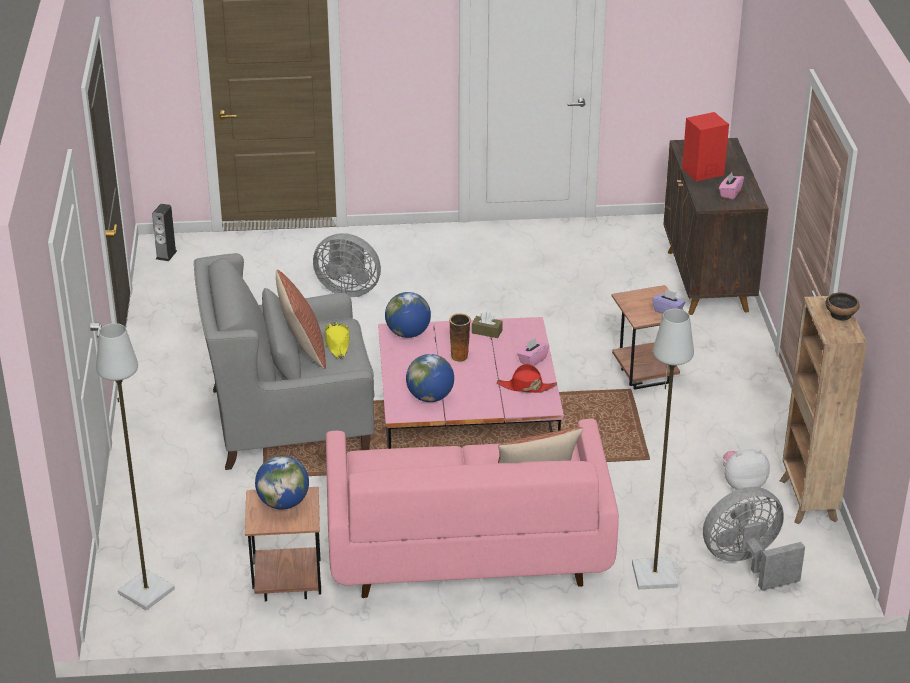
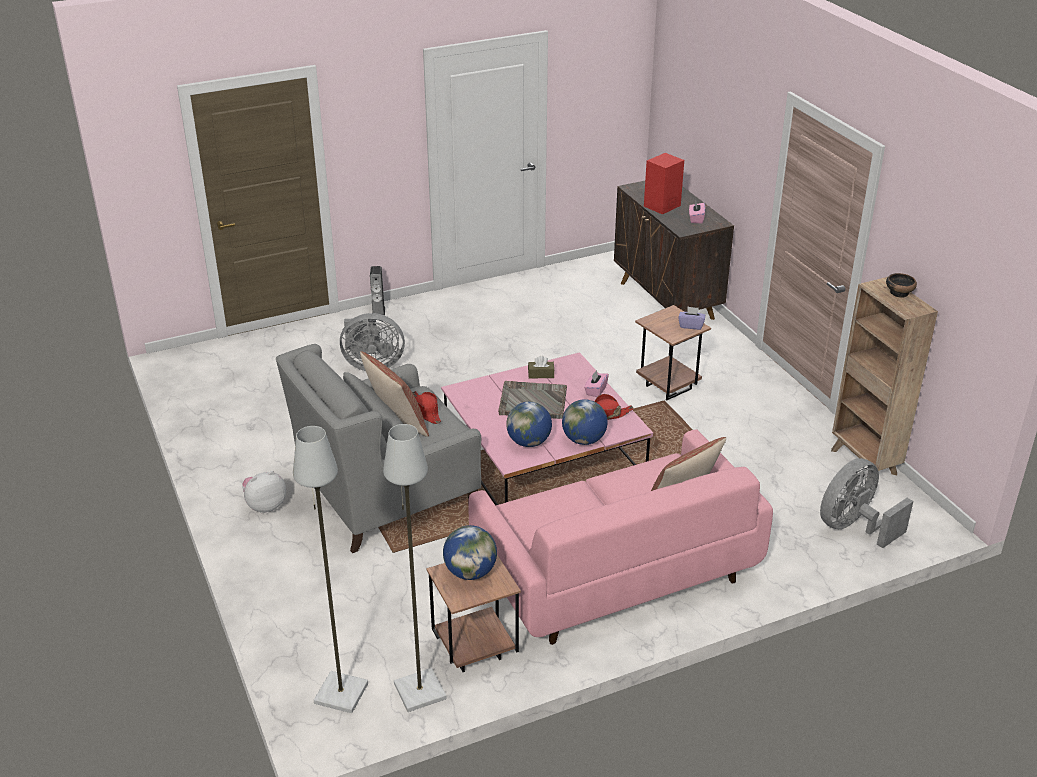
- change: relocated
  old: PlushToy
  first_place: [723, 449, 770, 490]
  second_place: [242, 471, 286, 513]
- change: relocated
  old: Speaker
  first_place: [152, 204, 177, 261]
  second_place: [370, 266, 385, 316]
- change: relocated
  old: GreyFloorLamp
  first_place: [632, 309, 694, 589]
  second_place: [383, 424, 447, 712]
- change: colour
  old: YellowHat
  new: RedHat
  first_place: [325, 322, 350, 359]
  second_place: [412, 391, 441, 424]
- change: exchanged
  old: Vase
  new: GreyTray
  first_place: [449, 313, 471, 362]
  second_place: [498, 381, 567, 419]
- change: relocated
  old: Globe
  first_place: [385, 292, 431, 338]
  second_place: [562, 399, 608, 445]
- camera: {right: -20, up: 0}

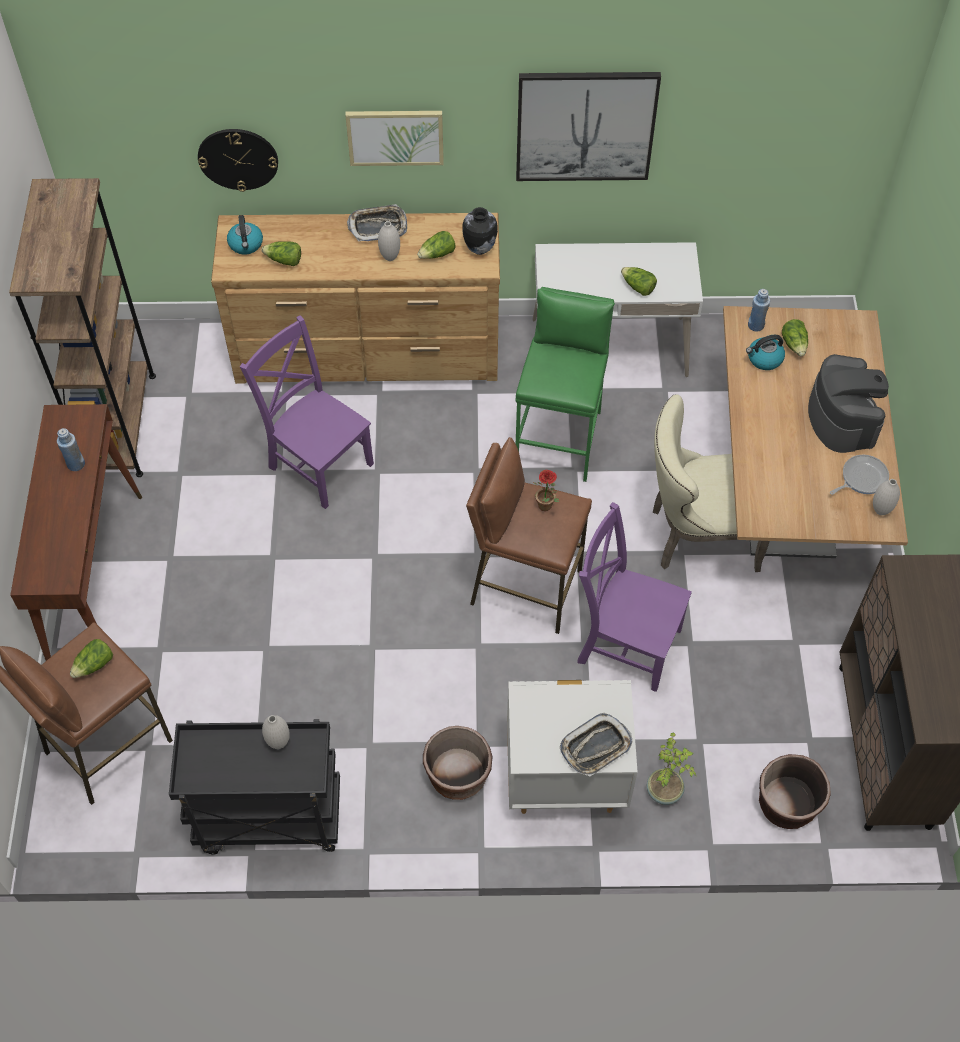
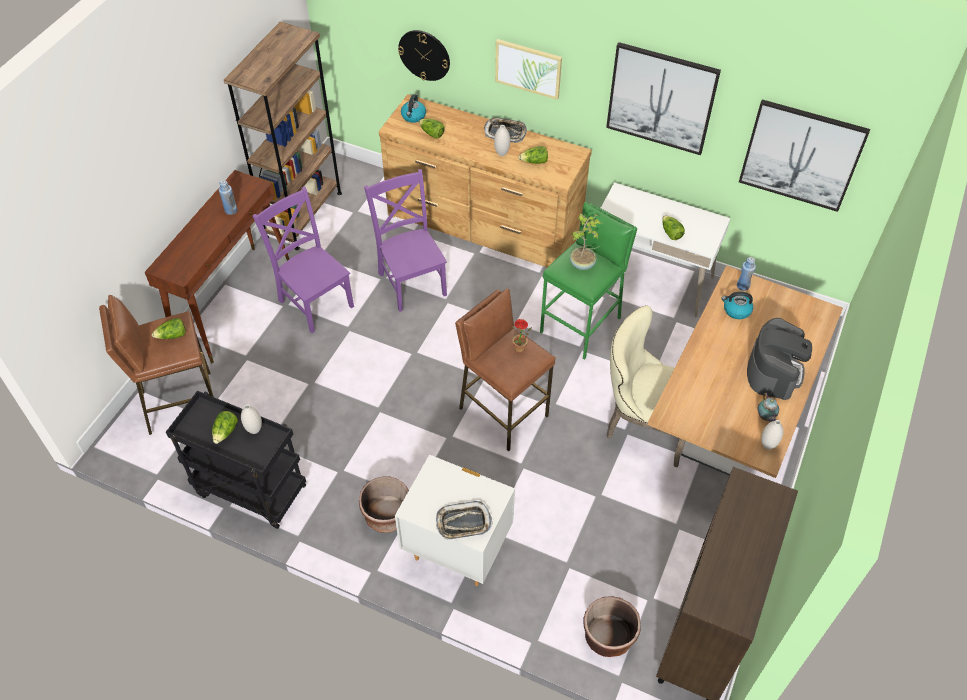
- change: relocated
  old: Lettuce
  first_place: [782, 319, 808, 356]
  second_place: [212, 411, 238, 444]
- change: relocated
  old: PurpleChair
  first_place: [577, 502, 692, 692]
  second_place: [253, 186, 354, 333]
- change: relocated
  old: PottedPlant
  first_place: [647, 732, 696, 805]
  second_place: [570, 214, 602, 270]
- change: appeared
  new: Picture
  second_place: [739, 99, 870, 212]
- change: exchanged
  old: FryingPan
  new: Teapot
  first_place: [830, 455, 889, 495]
  second_place: [758, 393, 779, 422]
- change: missing
  old: Vase
  first_place: [462, 207, 498, 255]
- camera: {right: 25, up: -5}

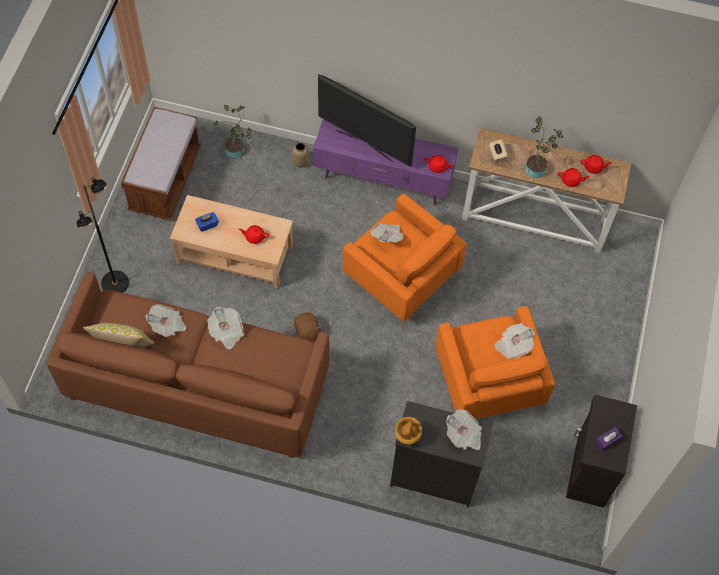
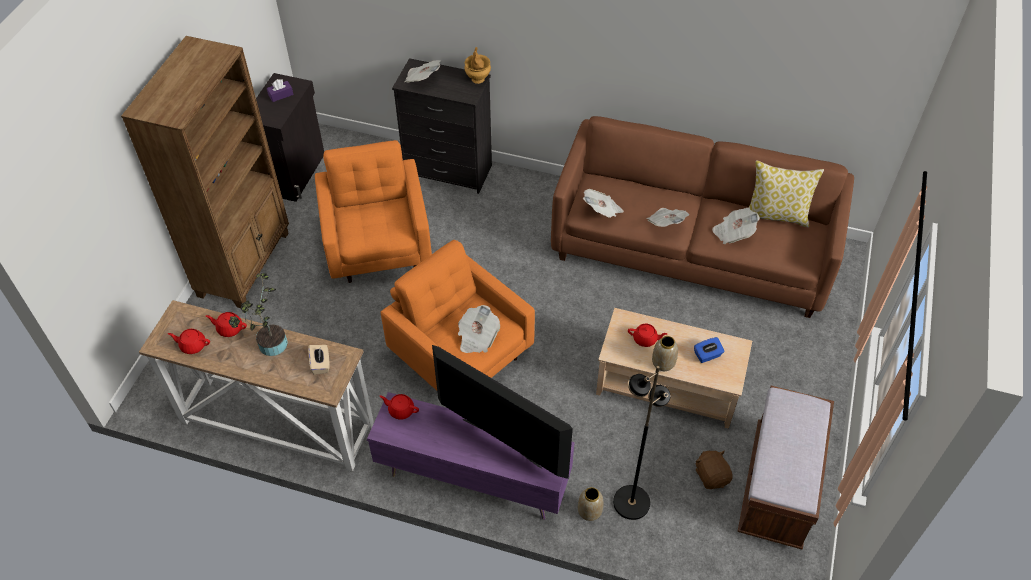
- change: appeared
  new: BrownBookcase
  second_place: [121, 36, 289, 308]
- change: relocated
  old: Newspaper
  first_place: [494, 323, 535, 359]
  second_place: [583, 189, 624, 218]
- change: relocated
  old: BlackFloorLamp
  first_place: [77, 177, 129, 293]
  second_place: [613, 366, 670, 520]
- change: appeared
  new: Vase
  second_place: [652, 336, 678, 371]
- change: relocated
  old: BrownPlushToy
  first_place: [294, 312, 321, 342]
  second_place: [695, 451, 733, 489]
- change: missing
  old: PottedPlant
  first_place: [213, 105, 252, 158]
- camera: {right: -175, up: -10}

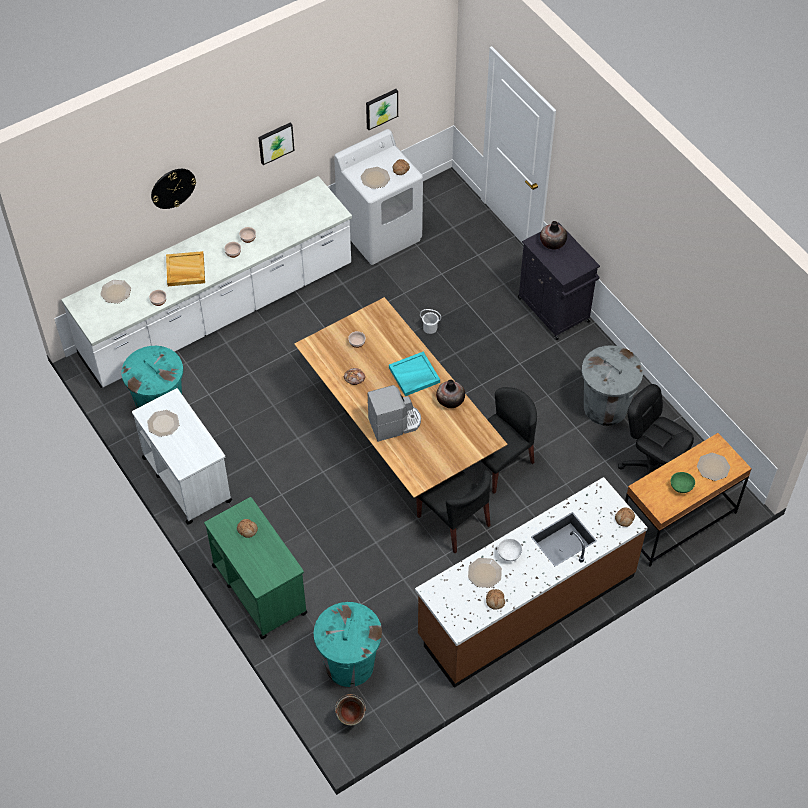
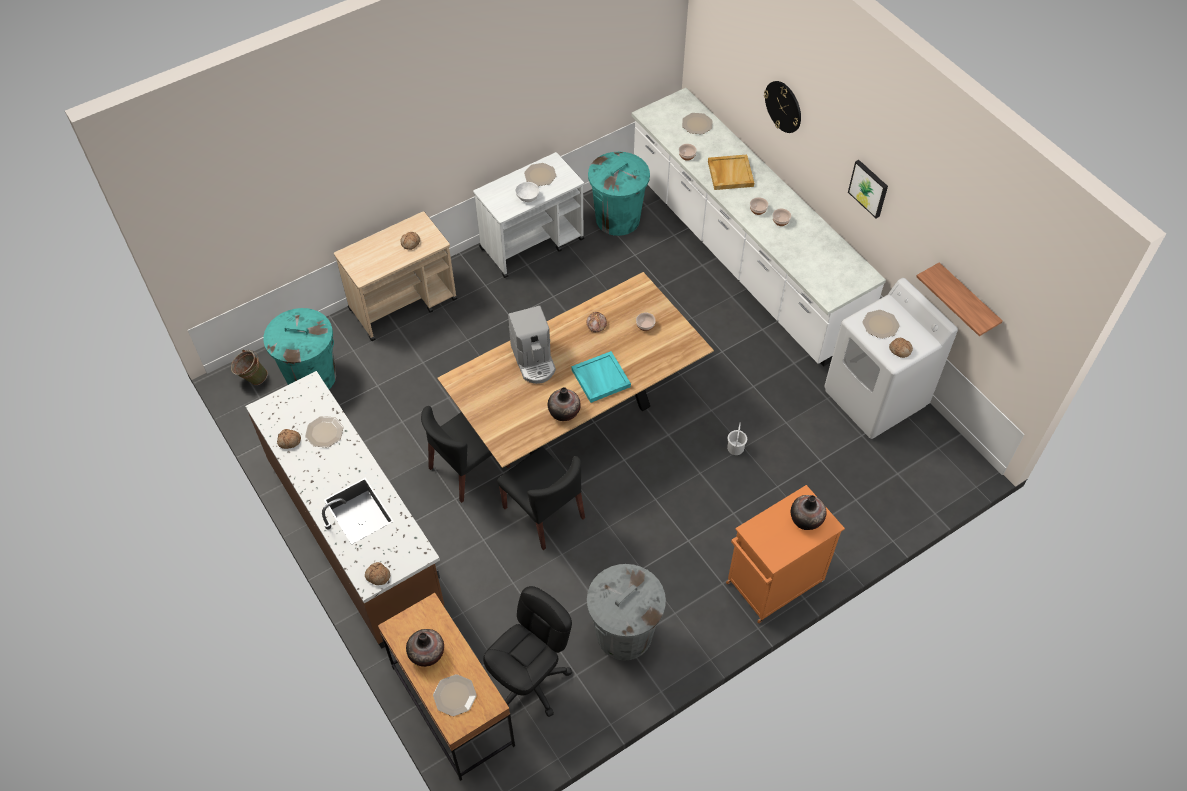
- change: colour
  old: GreenCart
  new: BeigeCart
  first_place: [204, 497, 307, 639]
  second_place: [334, 211, 457, 341]
- change: exchanged
  old: GreenBowl
  new: Vase
  first_place: [671, 472, 695, 493]
  second_place: [406, 629, 444, 667]
- change: relocated
  old: WhiteBowl
  first_place: [497, 538, 522, 562]
  second_place: [515, 182, 539, 202]
- change: colour
  old: BlackCabinet
  new: OrangeCabinet
  first_place: [518, 222, 600, 340]
  second_place: [726, 485, 845, 623]
- change: exchanged
  old: Picture
  new: Shelf
  first_place: [366, 89, 398, 130]
  second_place: [916, 262, 1003, 336]
- camera: {right: 90, up: 0}

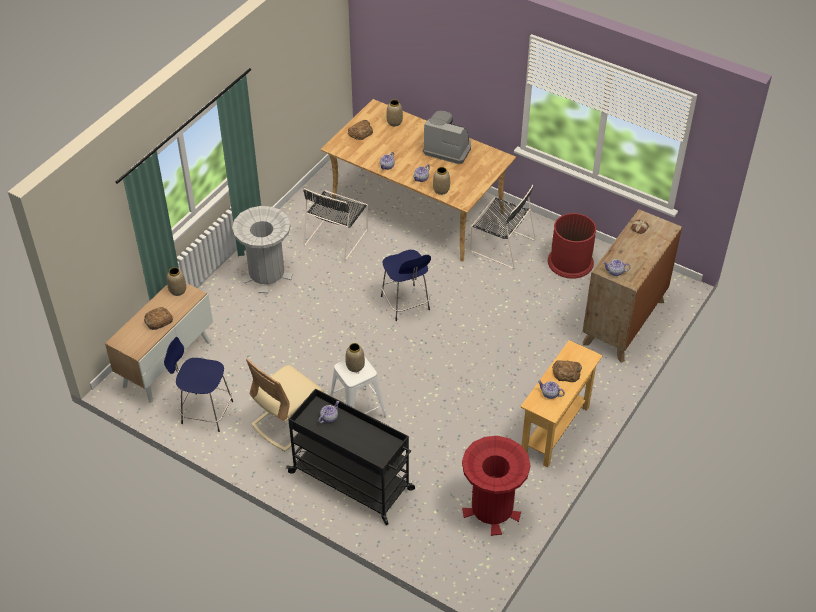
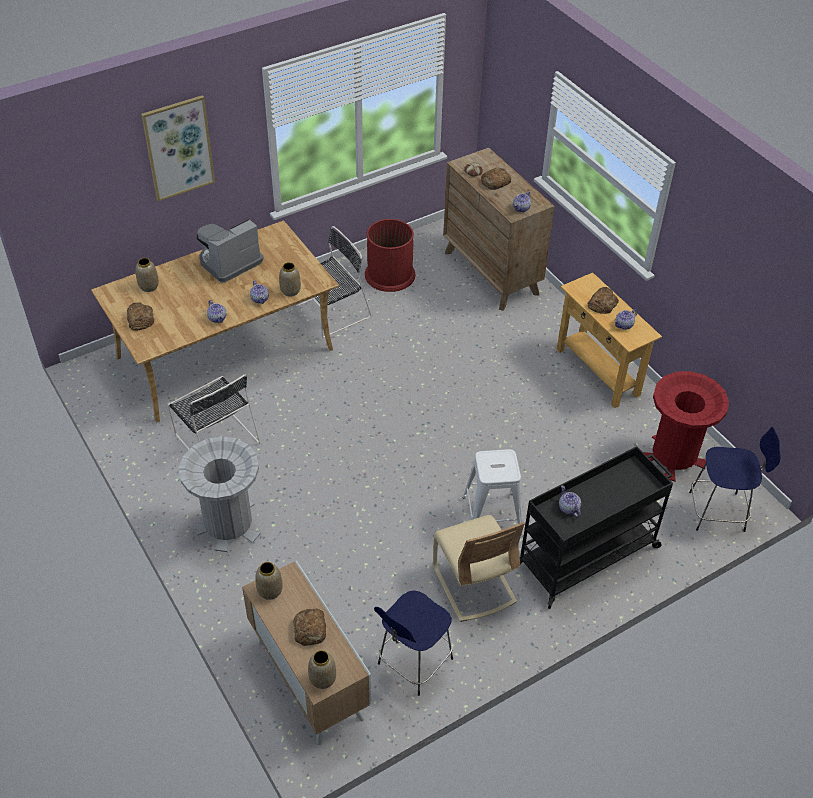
- change: appeared
  new: Picture
  second_place: [141, 95, 215, 201]
- change: relocated
  old: Vase
  first_place: [345, 343, 365, 372]
  second_place: [308, 650, 336, 689]
- change: appeared
  new: Bread
  second_place: [481, 168, 511, 190]
- change: relocated
  old: BlueStool
  first_place: [381, 250, 431, 321]
  second_place: [689, 427, 781, 532]
- camera: {right: -65, up: 0}

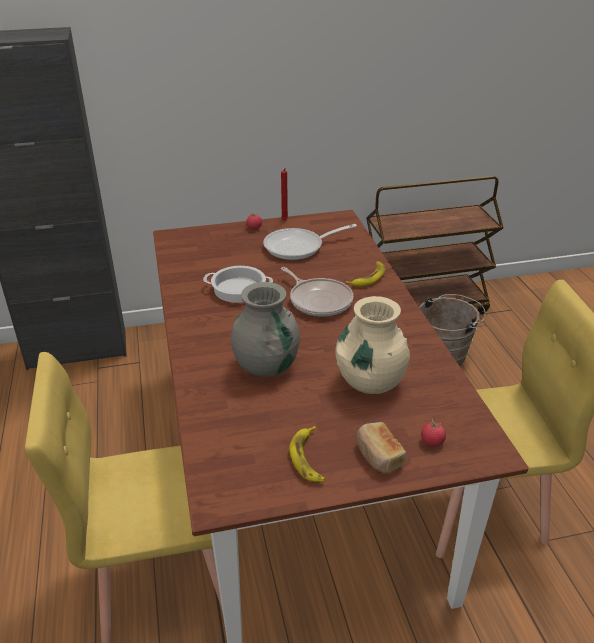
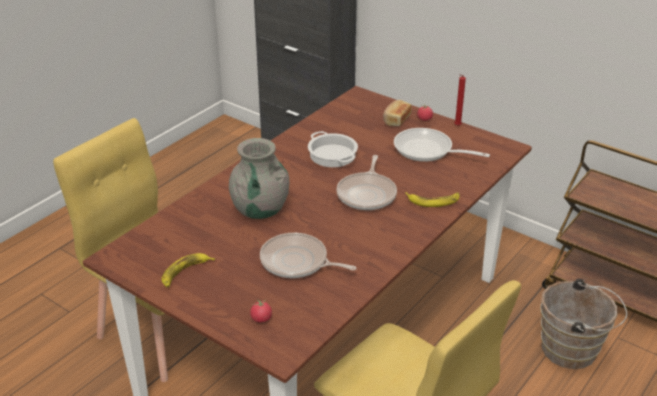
- change: exchanged
  old: BeigeVase
  new: FryingPan
  first_place: [335, 296, 410, 394]
  second_place: [260, 233, 357, 278]
- change: relocated
  old: Bread
  first_place: [357, 422, 406, 473]
  second_place: [383, 100, 412, 126]
- camera: {right: 50, up: 0}

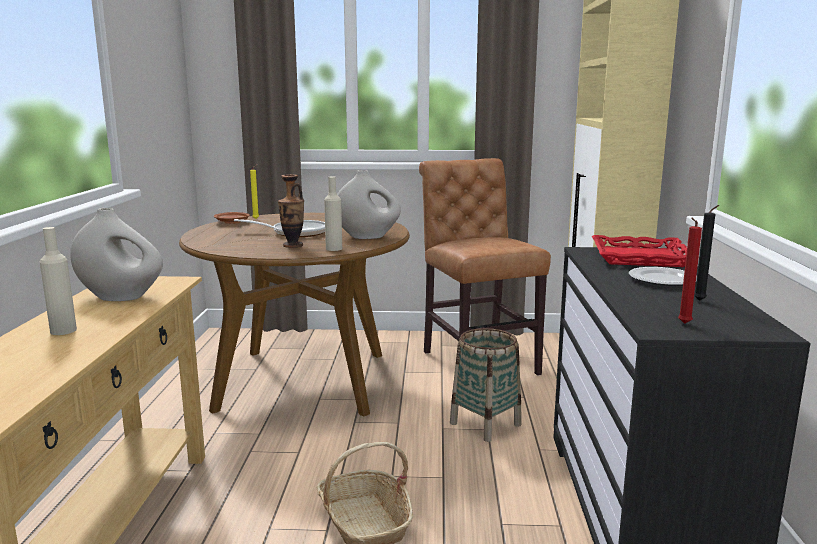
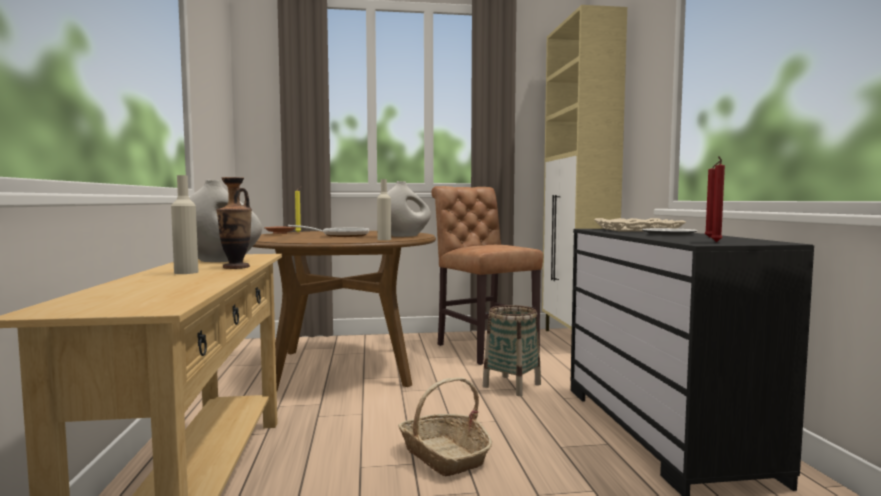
- change: relocated
  old: Vase
  first_place: [278, 174, 304, 248]
  second_place: [216, 177, 252, 269]
- change: colour
  old: RedTray
  new: BeigeTray
  first_place: [592, 235, 687, 267]
  second_place: [594, 218, 686, 232]
- change: colour
  old: BlackCandle
  new: RedCandle
  first_place: [694, 205, 719, 301]
  second_place: [705, 161, 720, 238]
- camera: {right: -10, up: -10}

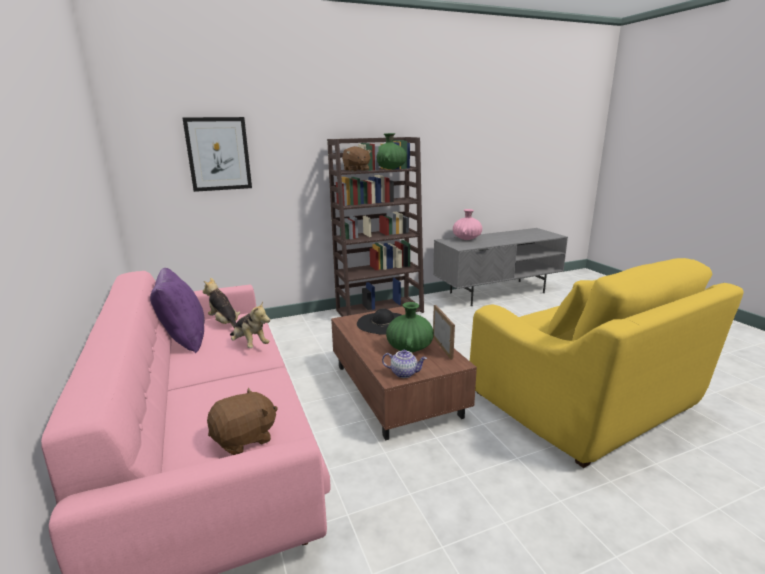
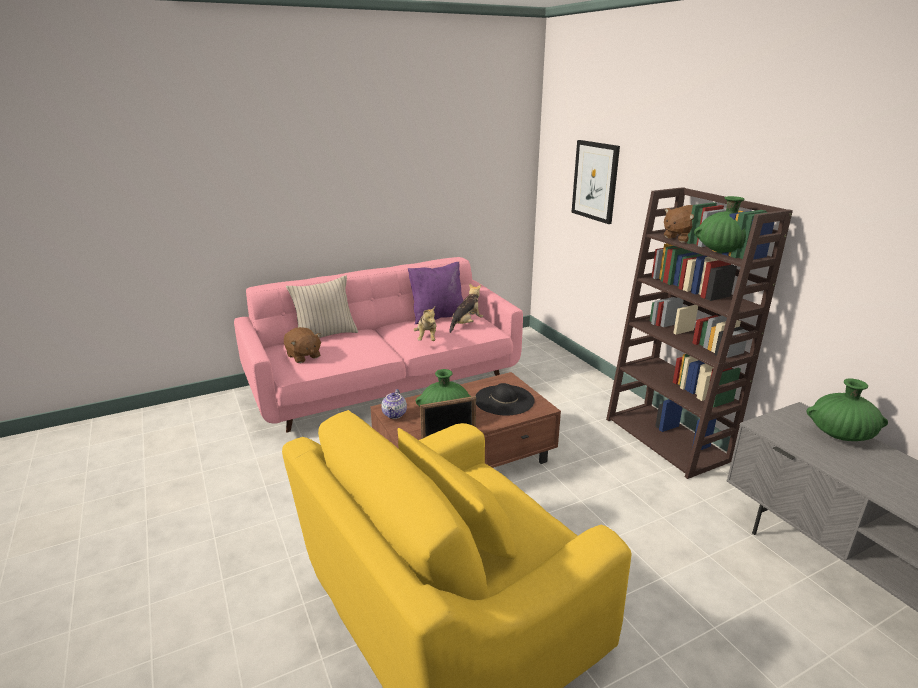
- change: appeared
  new: BeigePillow
  second_place: [286, 275, 358, 338]
- change: spun
  old: PlushToy
  first_place: [230, 301, 270, 348]
  second_place: [413, 307, 436, 341]
  degrees: -45
- change: colour
  old: PinkVase
  new: GreenVase
  first_place: [453, 209, 482, 240]
  second_place: [806, 379, 888, 441]
- camera: {right: 85, up: 5}

